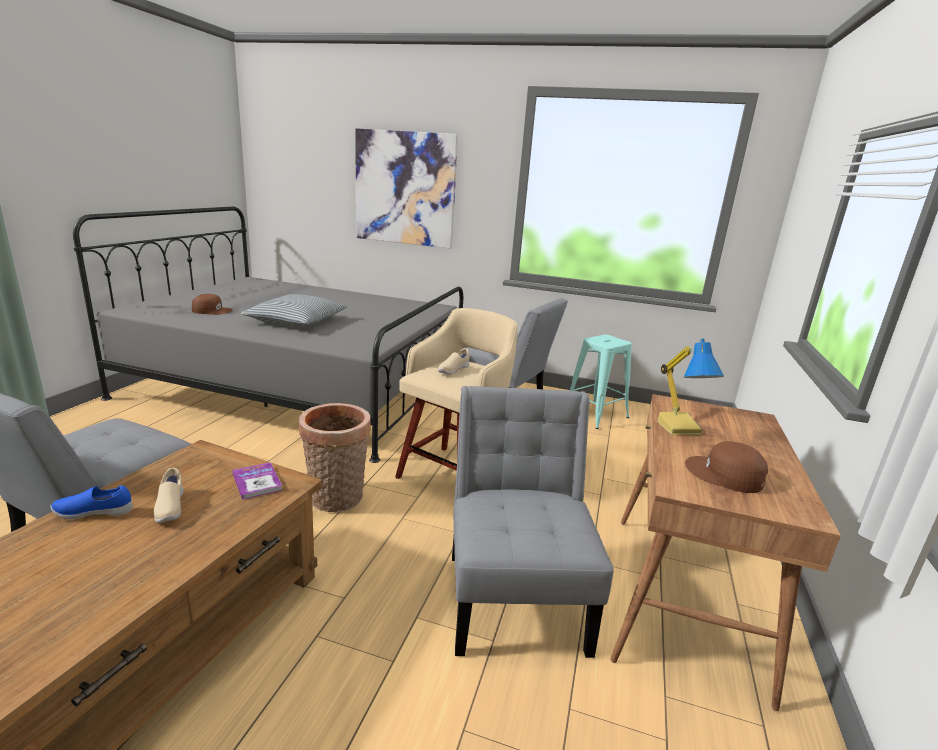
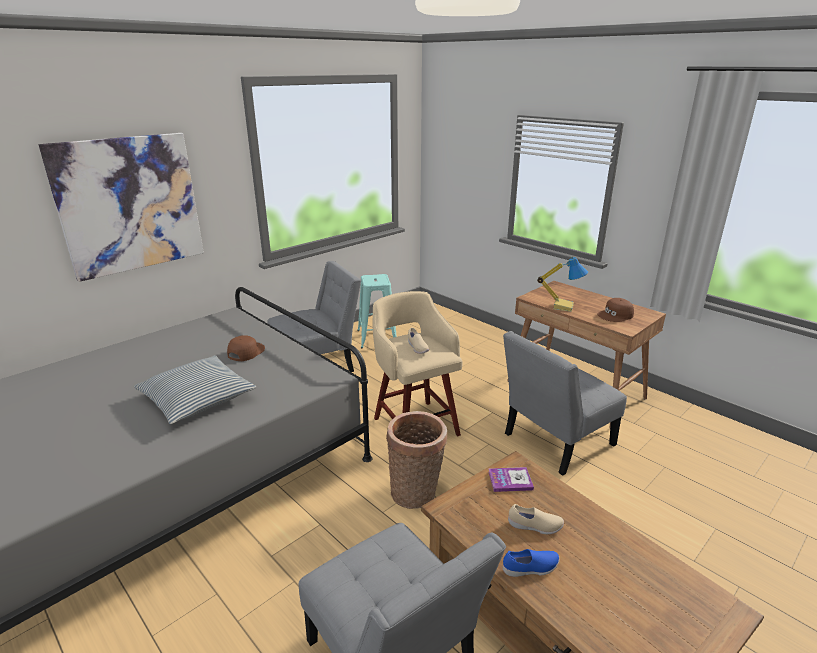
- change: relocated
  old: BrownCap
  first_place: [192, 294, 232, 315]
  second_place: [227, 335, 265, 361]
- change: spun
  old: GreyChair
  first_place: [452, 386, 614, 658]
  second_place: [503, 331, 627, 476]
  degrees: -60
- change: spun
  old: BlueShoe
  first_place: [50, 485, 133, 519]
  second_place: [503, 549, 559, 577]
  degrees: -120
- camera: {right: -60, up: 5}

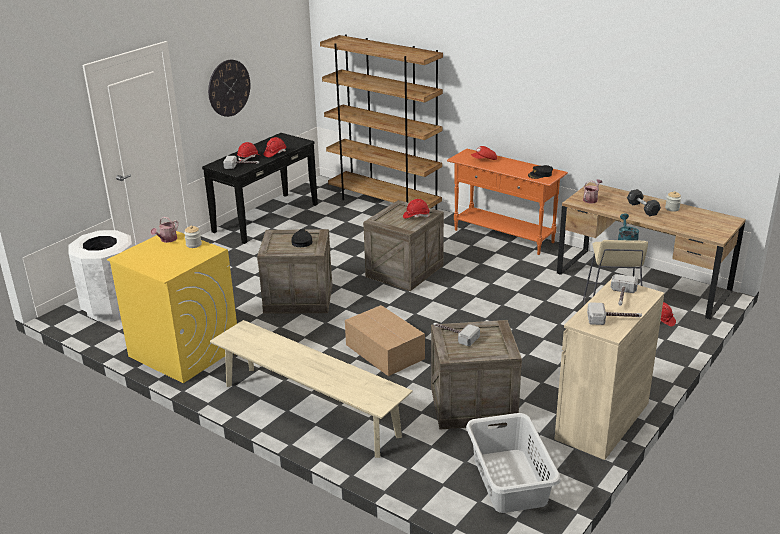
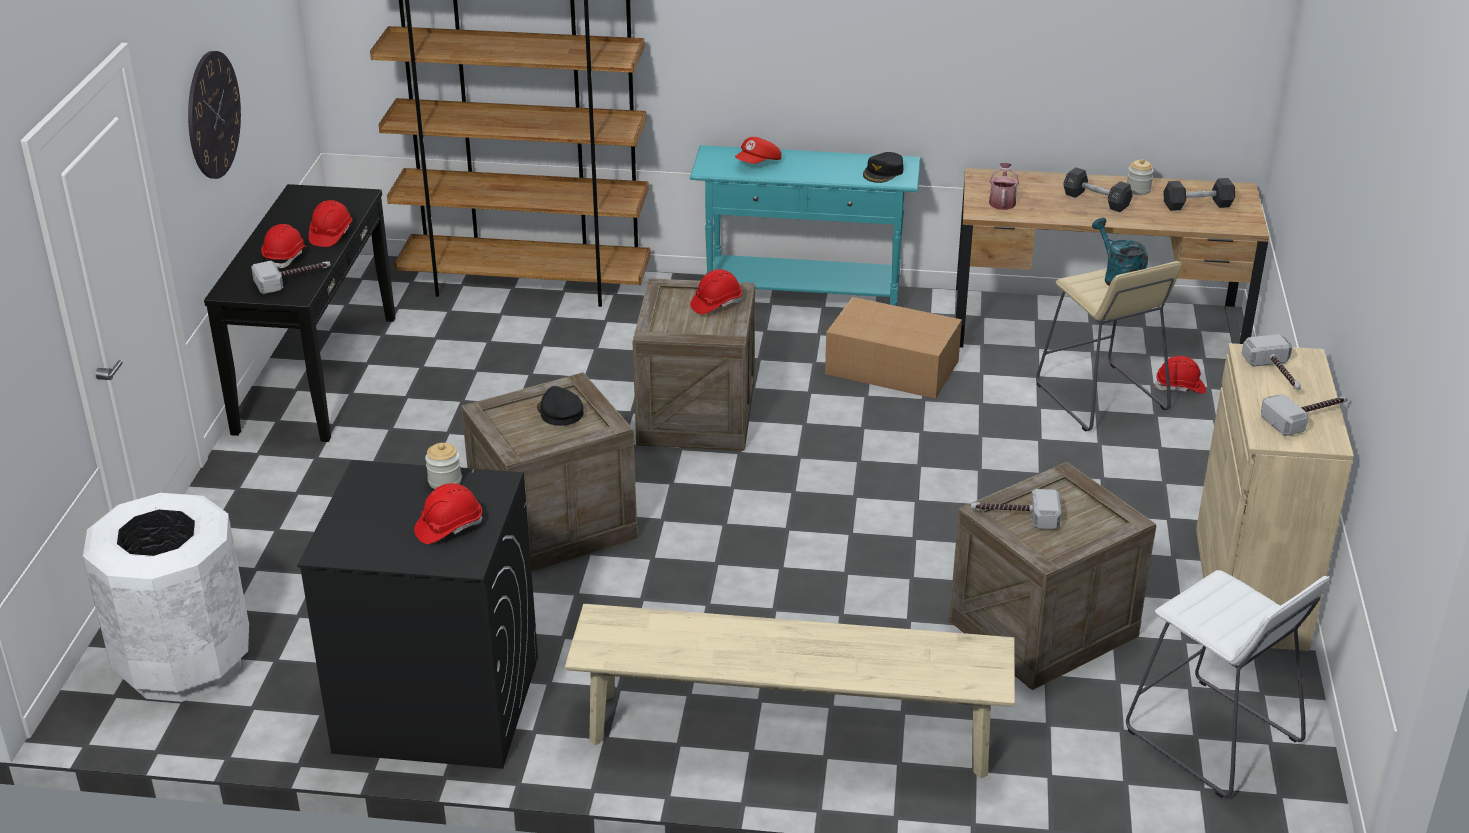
- change: colour
  old: YellowWashingMachine
  new: BlackWashingMachine
  first_place: [107, 231, 237, 383]
  second_place: [297, 460, 538, 769]
- change: appeared
  new: RedHardHat
  second_place: [414, 483, 482, 544]
- change: colour
  old: OrangeConsoleTable
  new: TurquoiseConsoleTable
  first_place: [447, 149, 568, 255]
  second_place: [690, 145, 921, 306]
- change: relocated
  old: CardboardBox
  first_place: [345, 305, 425, 376]
  second_place: [825, 297, 962, 399]
- change: exchanged
  old: GreyLaundryBasket
  new: WhiteStool
  first_place: [466, 413, 561, 513]
  second_place: [1126, 570, 1330, 798]
- change: appeared
  new: BlackDumbbell
  second_place: [1163, 178, 1235, 211]
- change: missing
  old: WateringCan
  first_place: [151, 217, 178, 243]
- camera: {right: -30, up: 5}

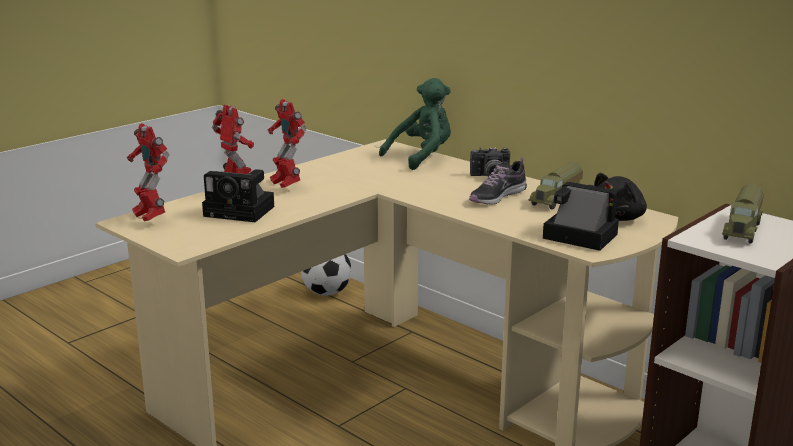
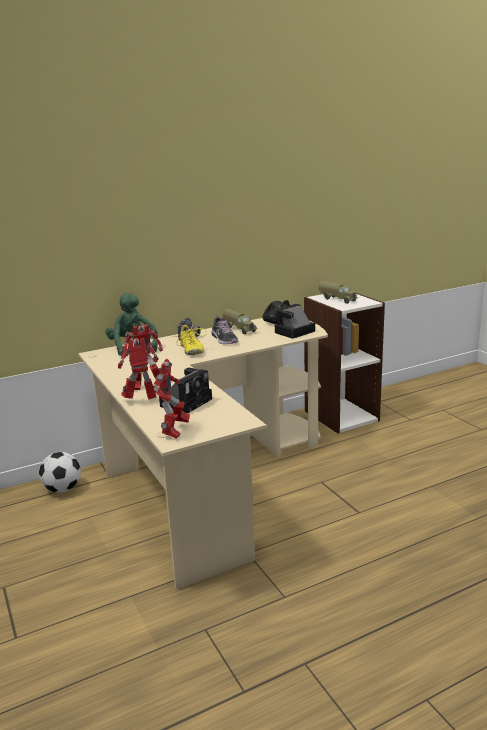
- change: spun
  old: ToyRobot
  first_place: [127, 123, 169, 221]
  second_place: [154, 359, 190, 439]
  degrees: -60
- change: appeared
  new: YellowShoe
  second_place: [171, 325, 207, 355]
- camera: {right: -70, up: 0}

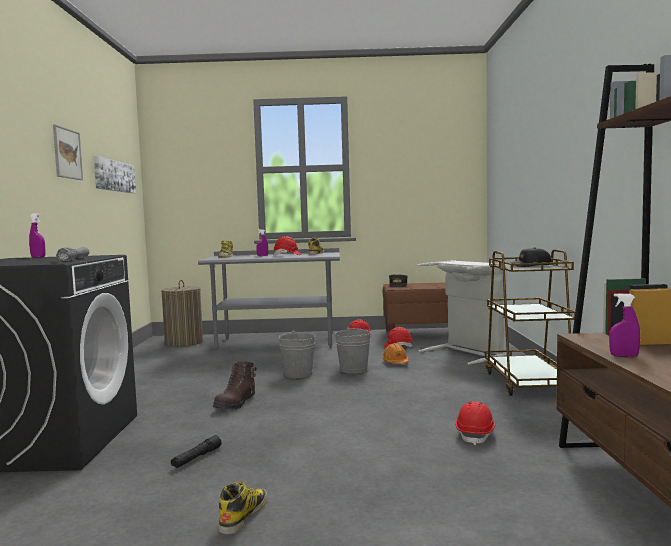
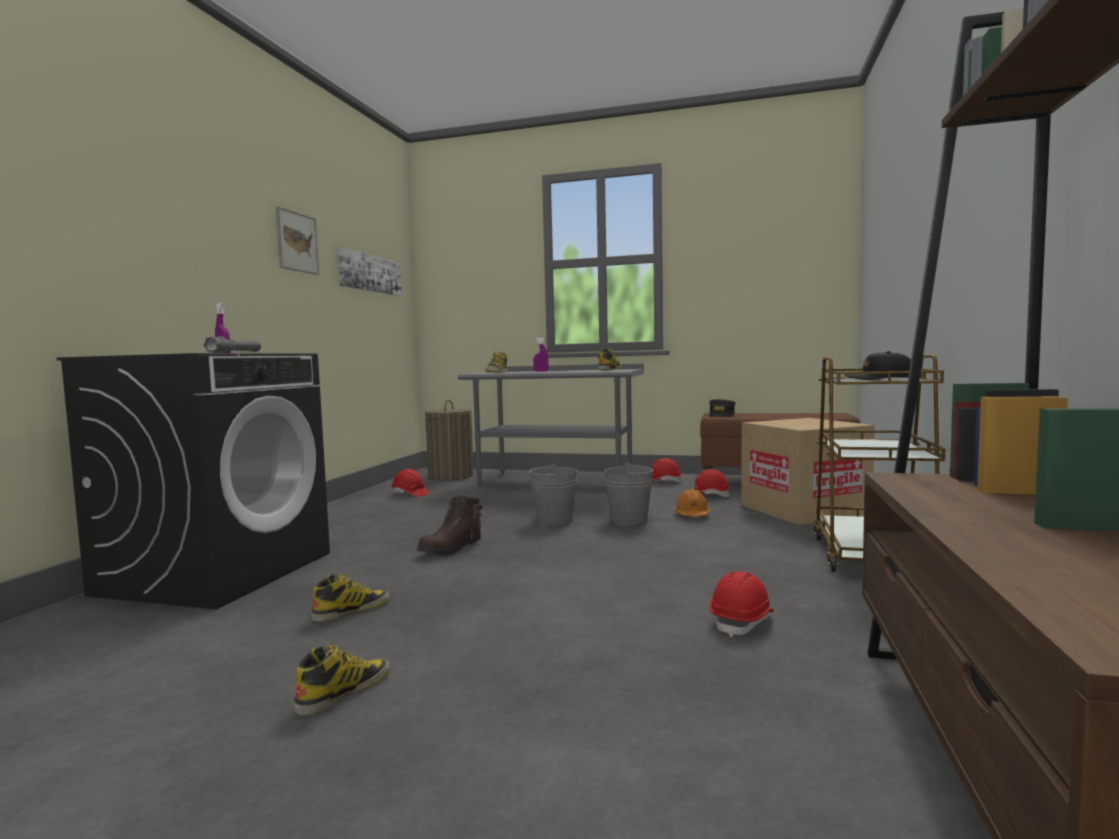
- change: exchanged
  old: BlackFlashlight
  new: Boot
  first_place: [171, 435, 221, 468]
  second_place: [312, 574, 390, 622]
- change: relocated
  old: RedHardHat
  first_place: [273, 236, 302, 256]
  second_place: [392, 469, 429, 497]
- change: exchanged
  old: GreyLaundryBasket
  new: CardboardBox
  first_place: [417, 260, 507, 365]
  second_place: [741, 418, 875, 525]
- change: missing
  old: PurpleSprayBottle
  first_place: [609, 293, 640, 357]
- camera: {right: 15, up: 0}

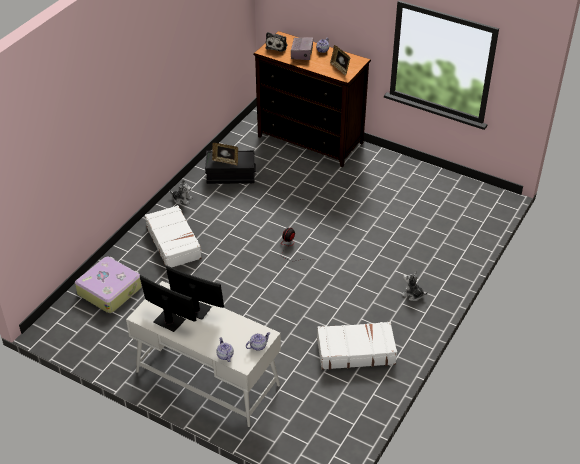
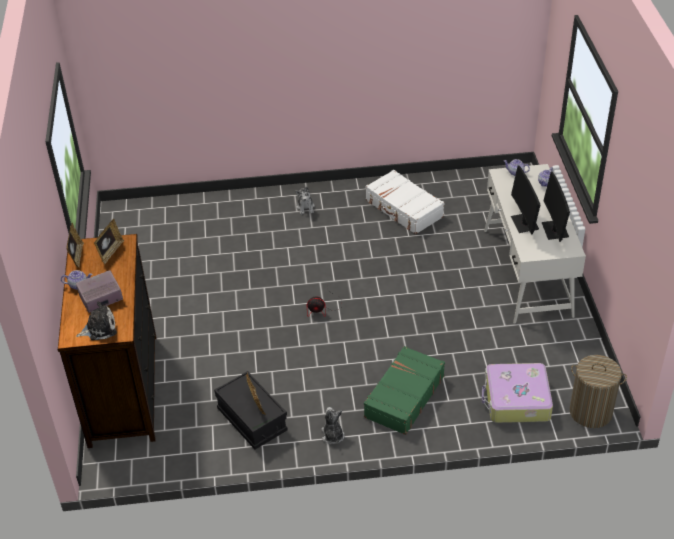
- change: appeared
  new: PictureFrame
  second_place: [66, 223, 84, 267]
- change: colour
  old: WhiteSuitcase
  new: GreenSuitcase
  first_place: [145, 205, 202, 268]
  second_place: [364, 346, 445, 435]
- change: appeared
  new: LaundryBasket
  second_place: [570, 355, 627, 428]
- camera: {right: -125, up: 0}

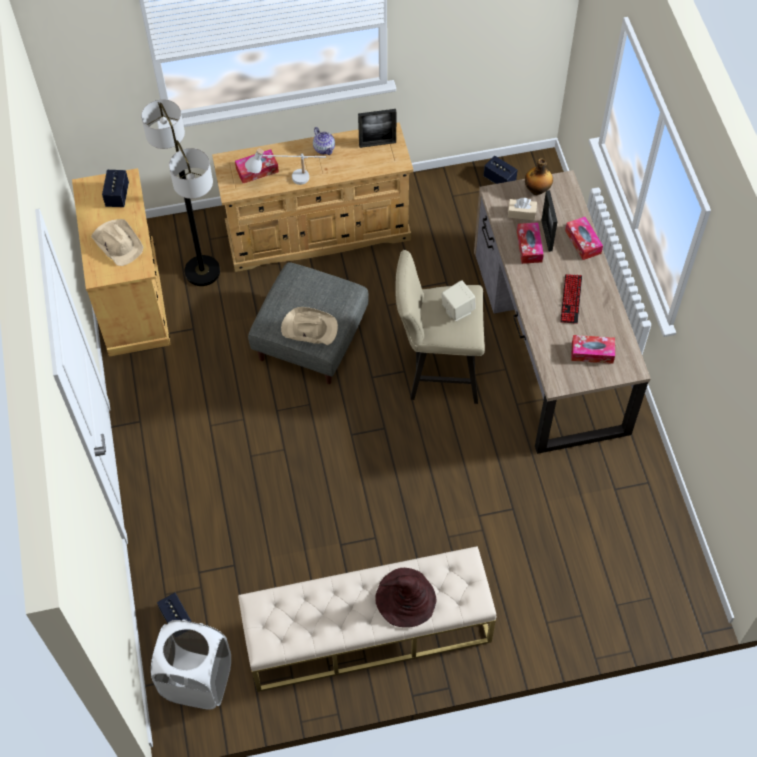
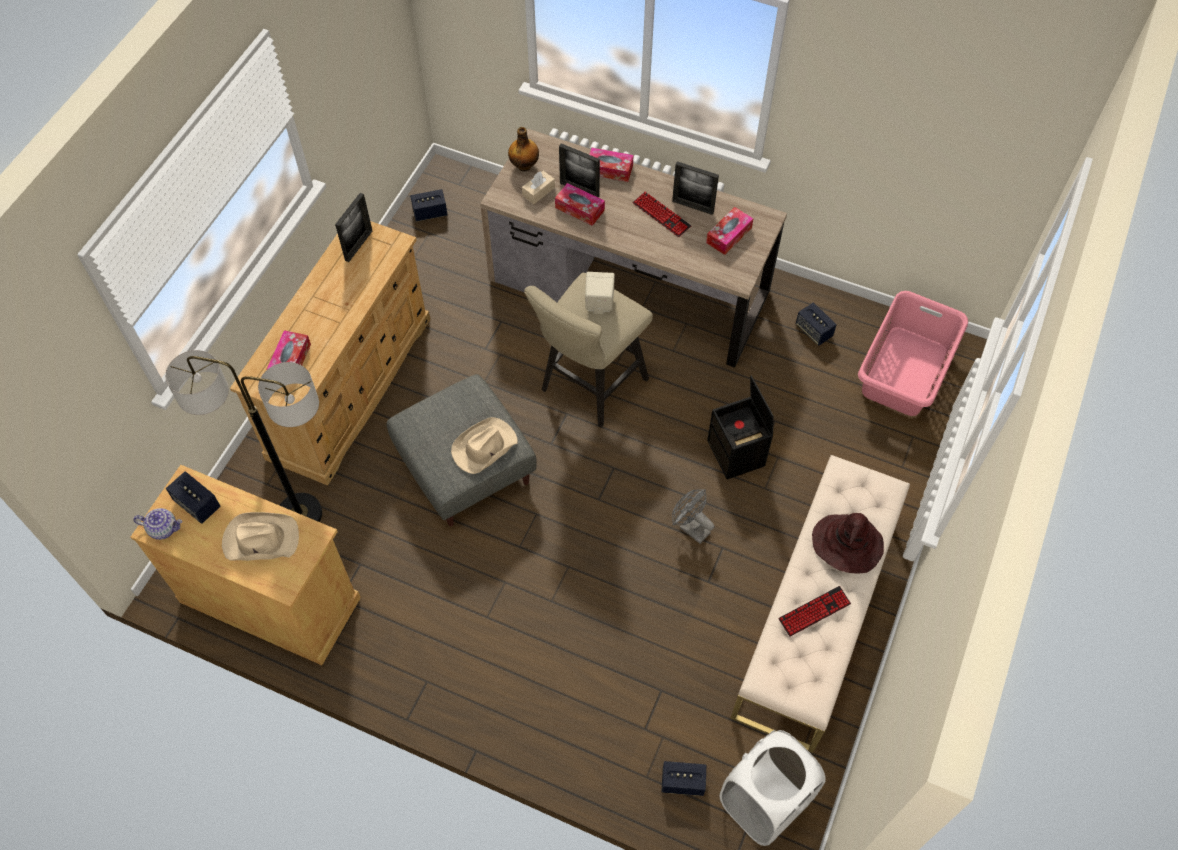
- change: relocated
  old: Teapot
  first_place: [313, 127, 335, 155]
  second_place: [133, 508, 182, 540]
- change: appeared
  new: PictureFrame
  second_place: [672, 161, 719, 215]
- change: appeared
  new: GreyFan
  second_place: [672, 489, 714, 544]
- change: appeared
  new: BlackStorageBox
  second_place: [707, 375, 773, 480]
- change: appeared
  new: Keyboard
  second_place: [778, 586, 851, 637]
- change: appeared
  new: Speaker
  second_place: [796, 303, 837, 346]
- change: appeared
  new: PinkLaundryBasket
  second_place: [858, 291, 968, 416]
- change: missing
  old: WhiteTableLamp
  first_place: [245, 149, 326, 185]
- camera: {right: -55, up: 0}

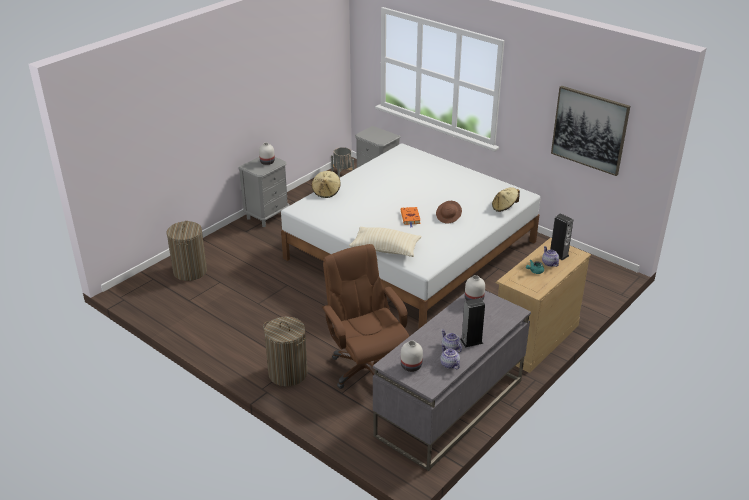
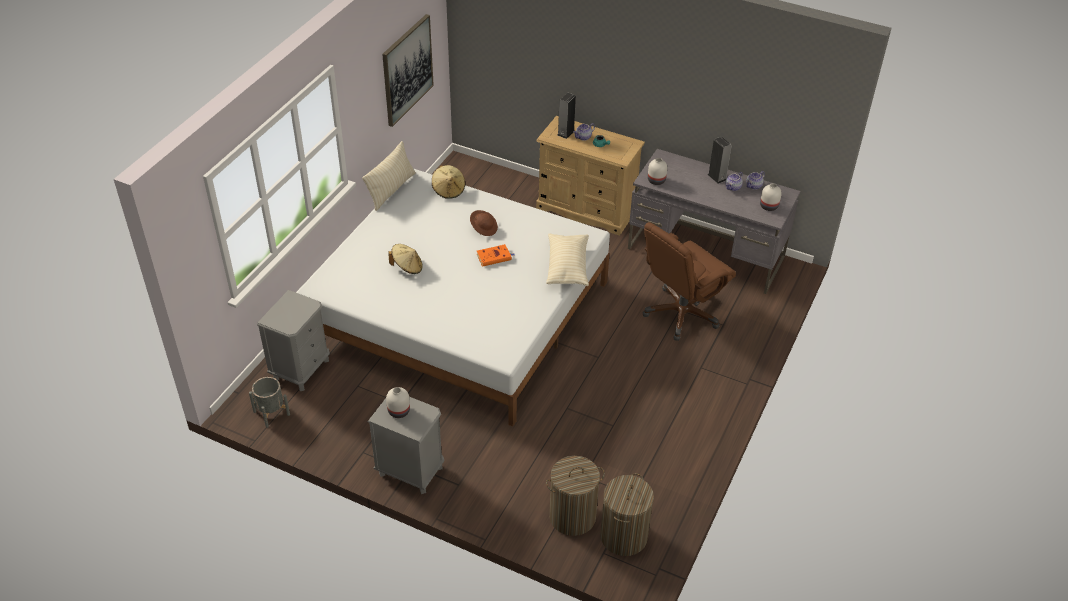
- change: appeared
  new: BeigePillow
  second_place: [362, 141, 416, 211]
- change: relocated
  old: BeigeHat
  first_place: [312, 170, 341, 198]
  second_place: [388, 244, 423, 274]
- change: relocated
  old: LaundryBasket
  first_place: [263, 317, 307, 386]
  second_place: [600, 473, 654, 556]
- camera: {right: -105, up: 10}

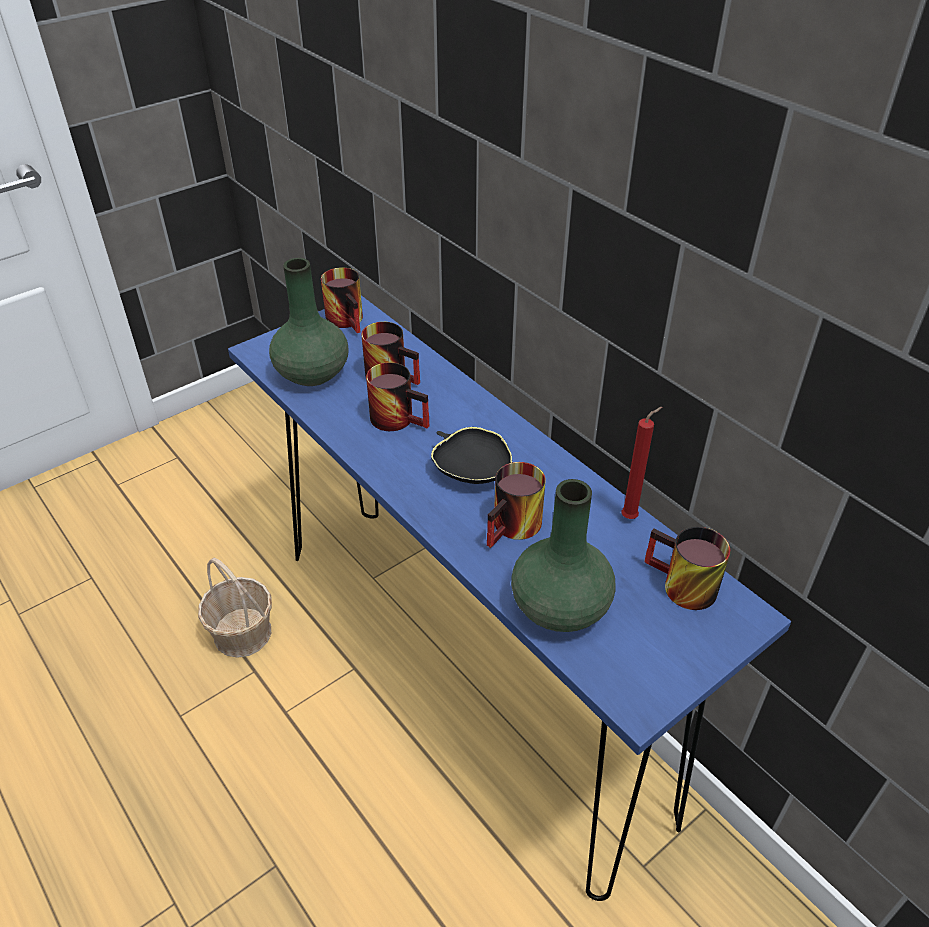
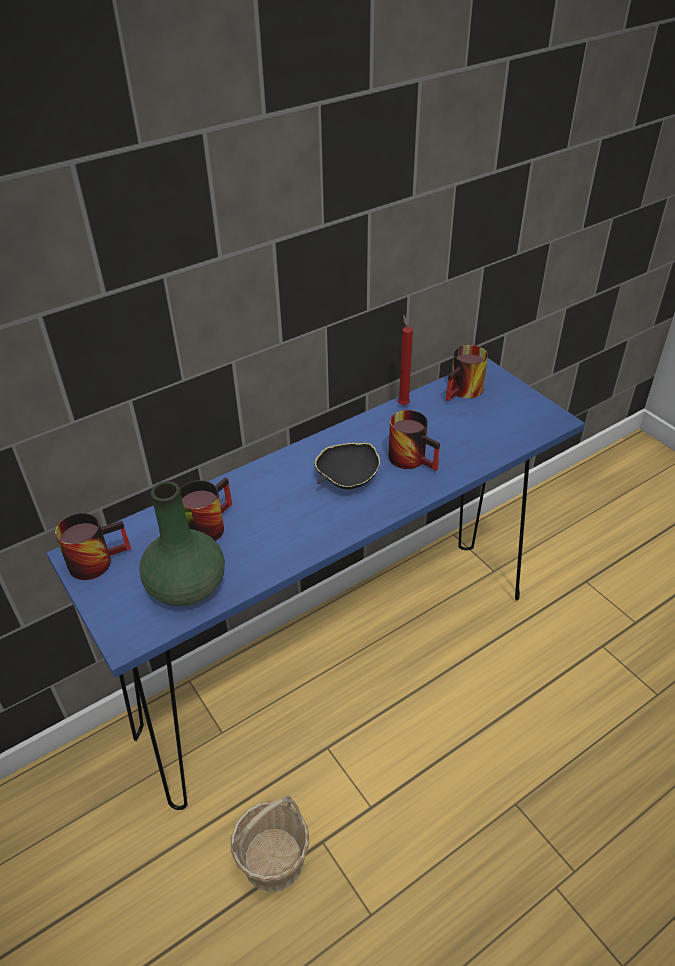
- change: missing
  old: Mug
  first_place: [366, 362, 429, 431]
- change: missing
  old: GreenVase
  first_place: [511, 479, 616, 632]
- camera: {right: -85, up: 0}

